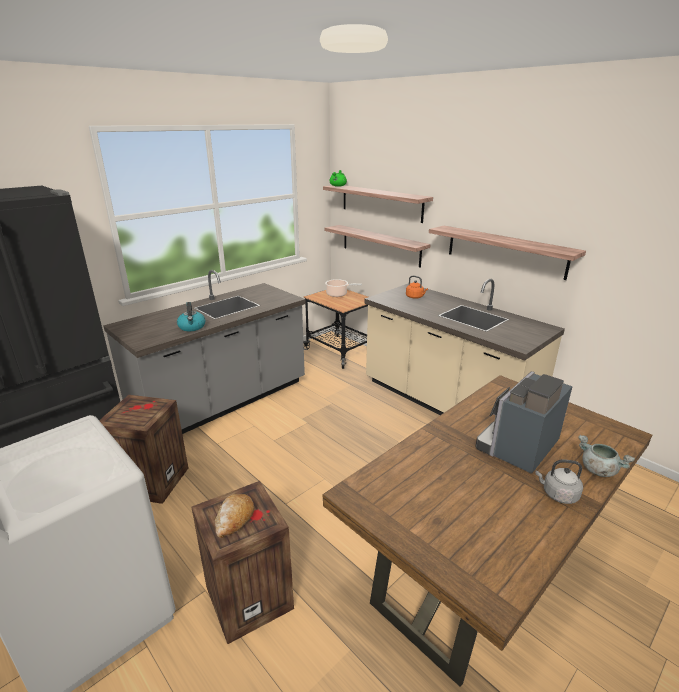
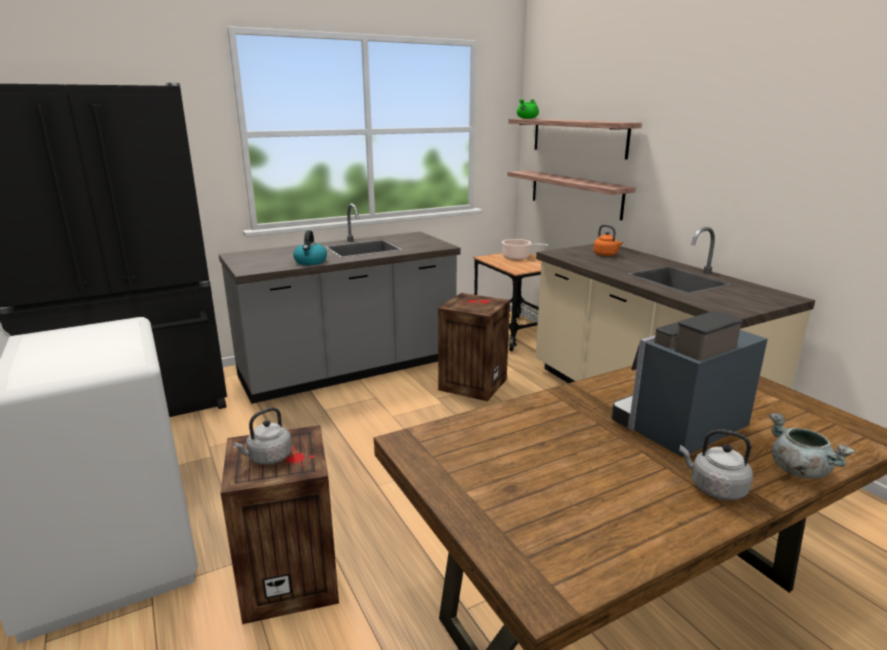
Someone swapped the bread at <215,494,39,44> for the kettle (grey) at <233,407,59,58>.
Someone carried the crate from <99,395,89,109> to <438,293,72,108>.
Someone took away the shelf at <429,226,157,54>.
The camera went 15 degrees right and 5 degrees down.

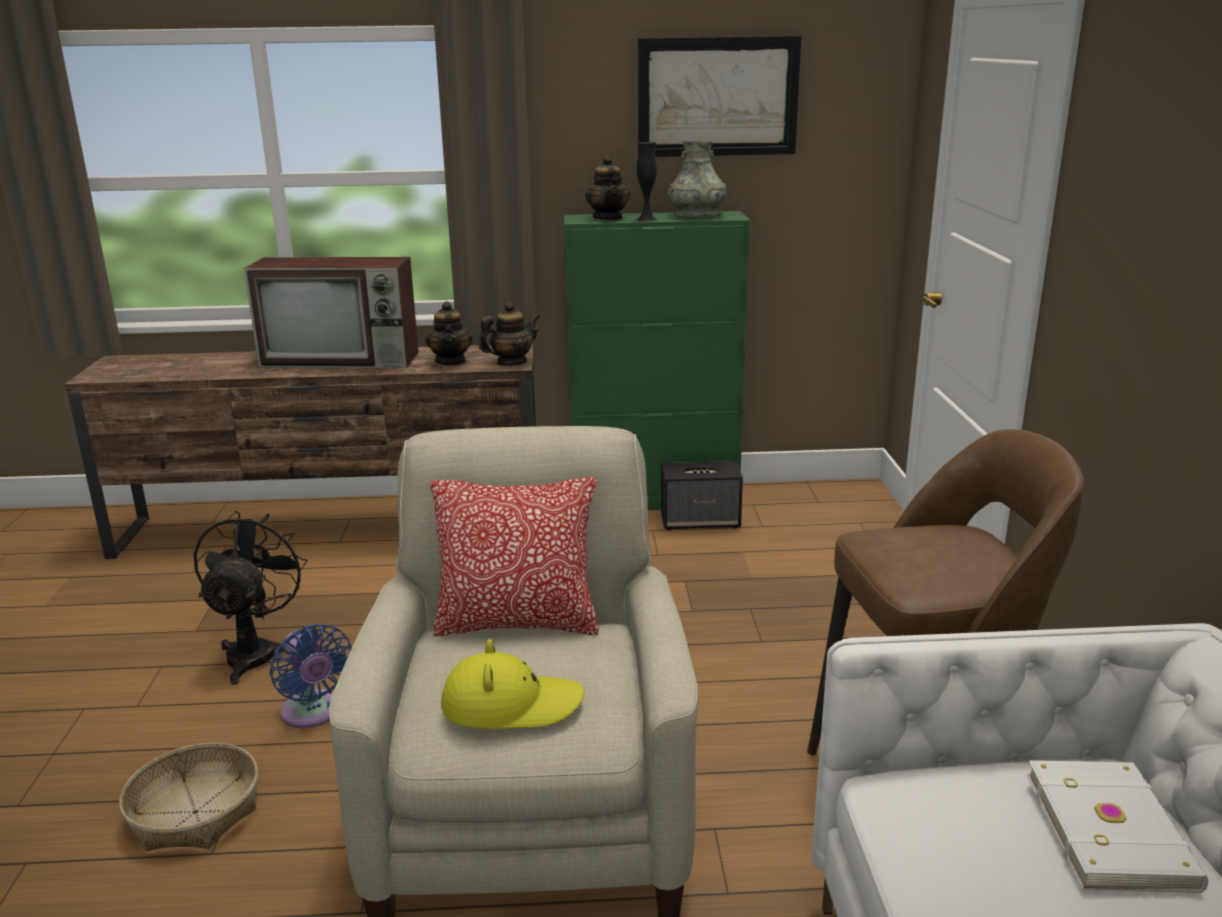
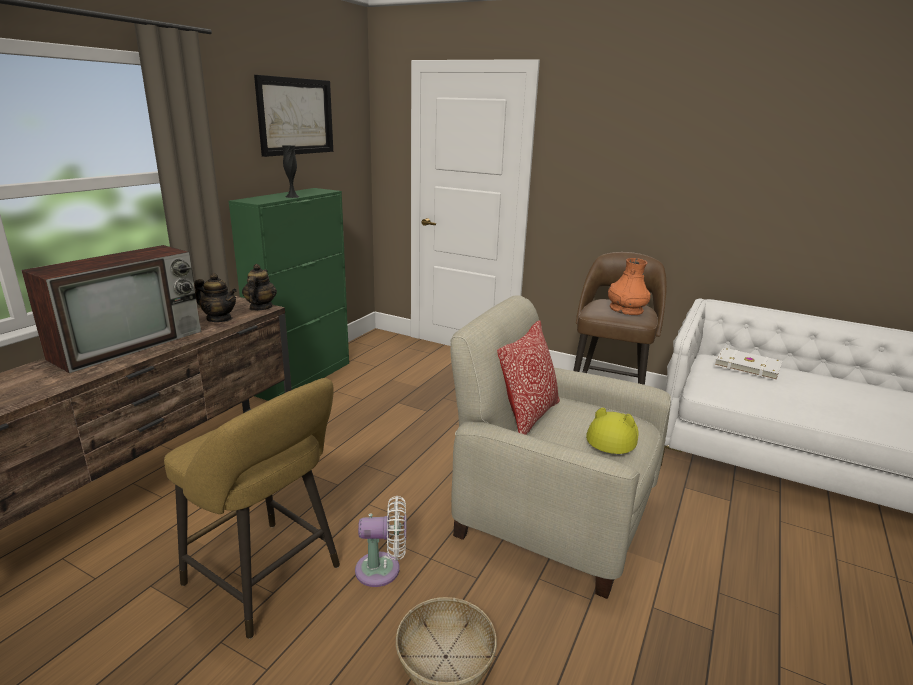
Someone swapped the fan (black) at <194,511,113,174> for the stool (yellow) at <164,378,176,261>.
Someone repainted the fan (blue) at <270,624,82,104>, which became the fan (white) at <355,496,51,91>.
Someone put down the vase (orange) at <608,258,42,57>.
Someone took away the teapot at <585,156,45,64>.
Someone took away the speaker at <661,461,82,69>.
Someone took away the vase (grey) at <668,141,59,76>.
The camera went 60 degrees left and 0 degrees up.

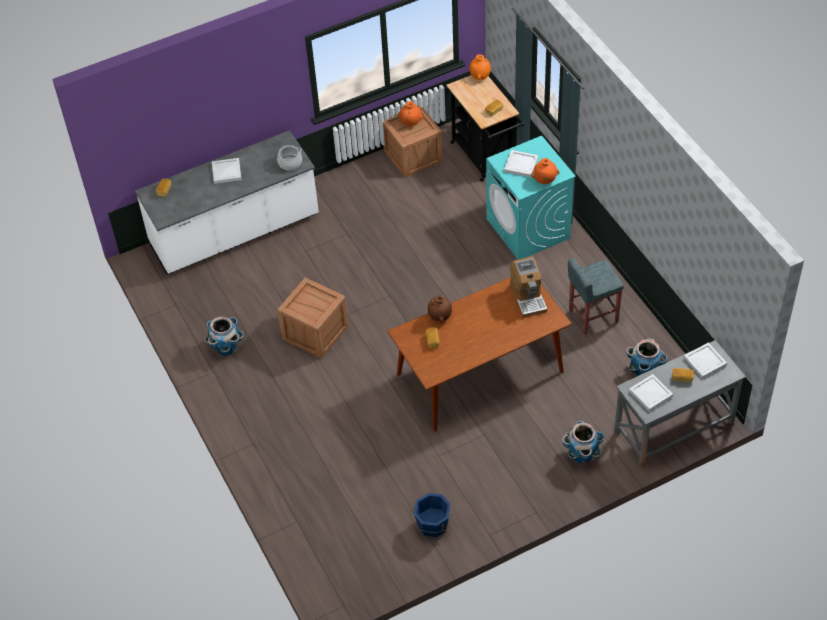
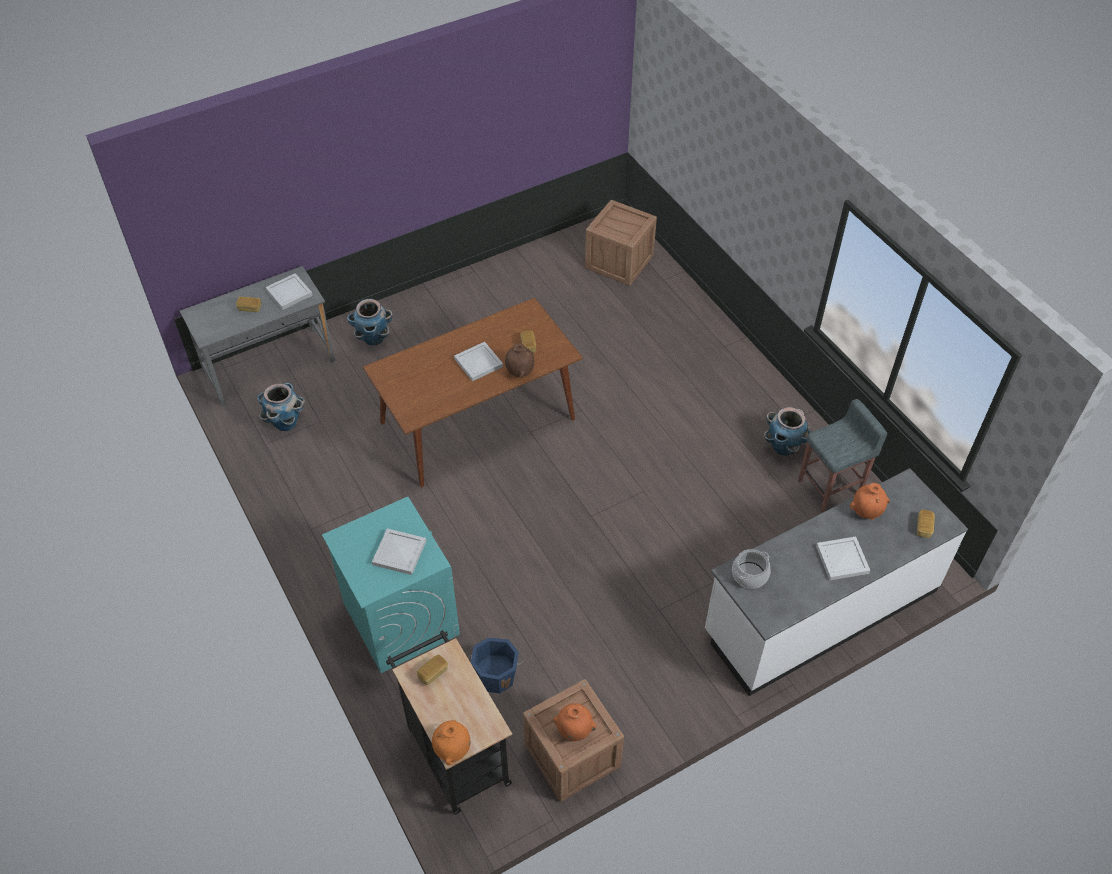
Someone carried the tray (white) from <683,343,44,36> to <454,342,49,39>.
Someone carried the bucket (blue) from <410,493,44,44> to <467,638,57,55>.
Someone carried the crate from <278,278,70,80> to <585,200,72,86>.
Someone carried the stool (grey) from <568,258,56,77> to <798,399,89,113>.
Someone carried the vase (orange) from <531,158,28,26> to <850,483,39,37>.
Someone took away the coffee machine at <510,257,37,61>.
The camera went 175 degrees right and 0 degrees up.

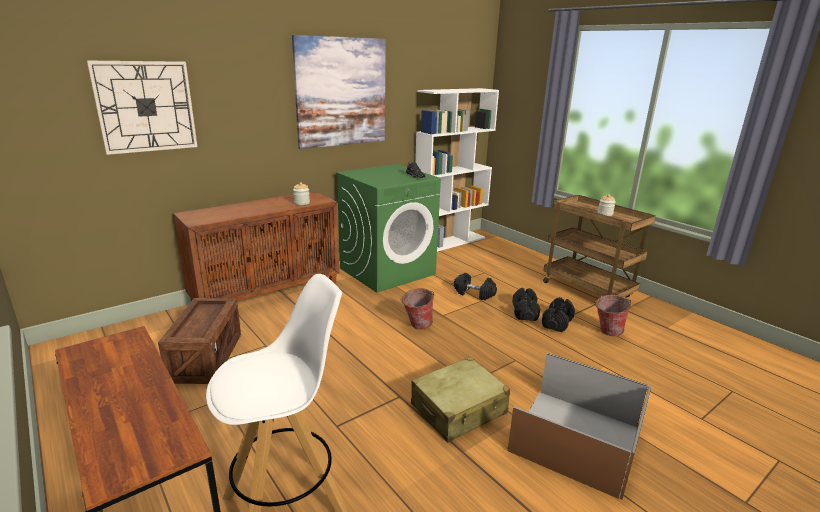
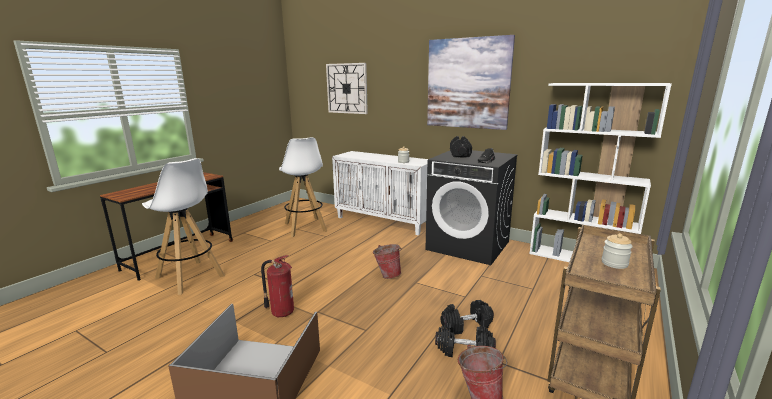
Someone swapped the suitcase (beige) at <411,357,99,86> for the fire extinguisher at <261,255,33,62>.
Someone swapped the crate at <158,298,83,86> for the stool (white) at <279,137,48,100>.
Someone repainted the cabinet (brown) at <173,191,166,110>, which became the cabinet (white) at <332,151,96,85>.
Someone repainted the washing machine (green) at <336,164,105,129>, which became the washing machine (black) at <426,150,92,115>.
Someone carried the dumbbell (black) from <454,272,43,28> to <450,136,22,21>.
The camera went 70 degrees right and 5 degrees down.

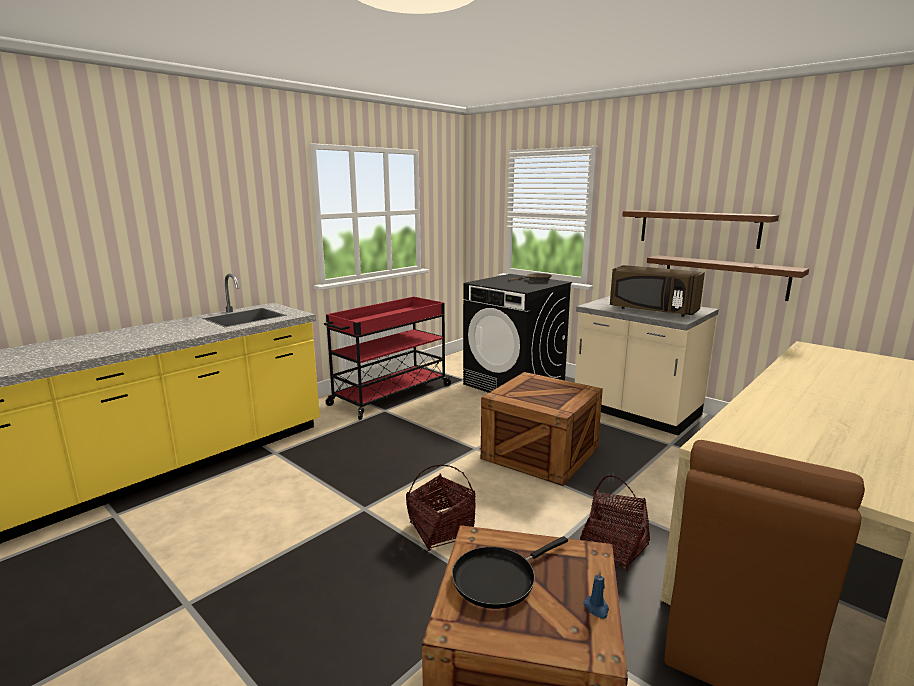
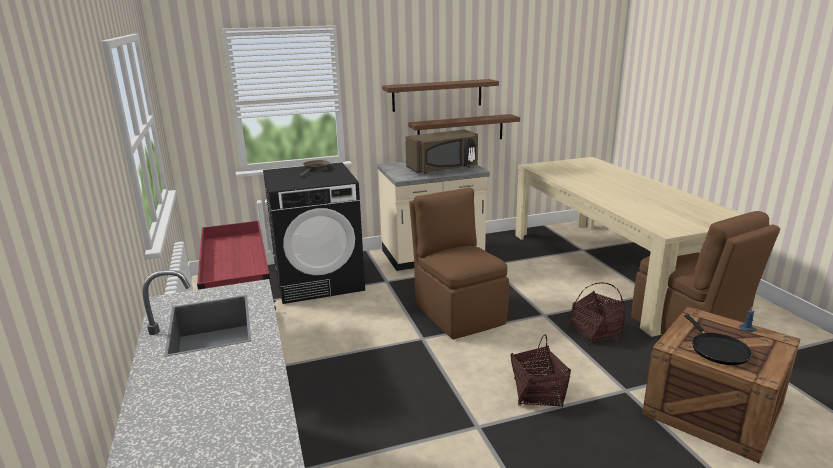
Someone swapped the crate at <481,372,122,114> for the chair (brown) at <409,188,100,151>.
The camera went 60 degrees left and 5 degrees up.

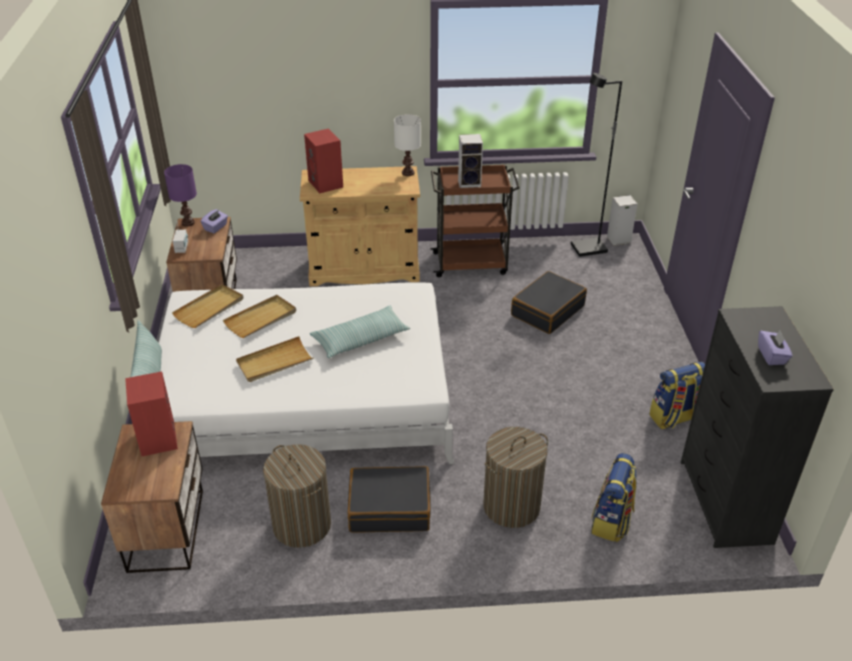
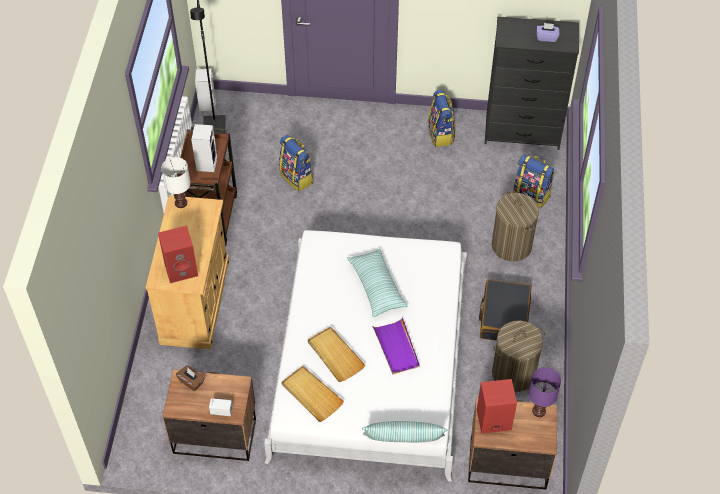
Someone repainted the tissue box (purple) at <201,209,27,24>, which became the tissue box (brown) at <176,365,29,26>.
Someone swapped the suitcase (black) at <511,271,76,63> for the backpack at <279,135,35,56>.
Someone repainted the tray (beige) at <236,336,78,46>, which became the tray (purple) at <372,318,48,56>.
Someone carried the table lamp (purple) from <164,164,33,62> to <529,367,32,50>.
The camera went 80 degrees left and 15 degrees up.

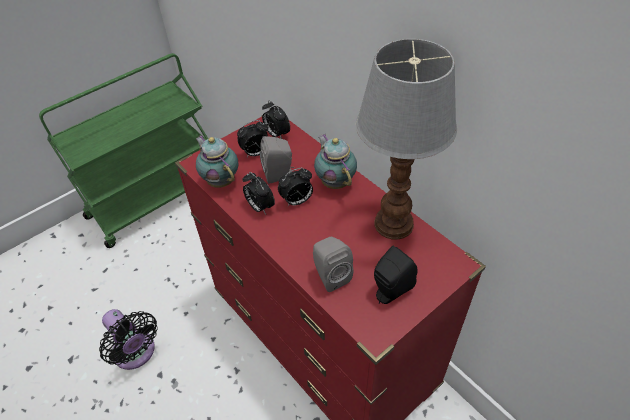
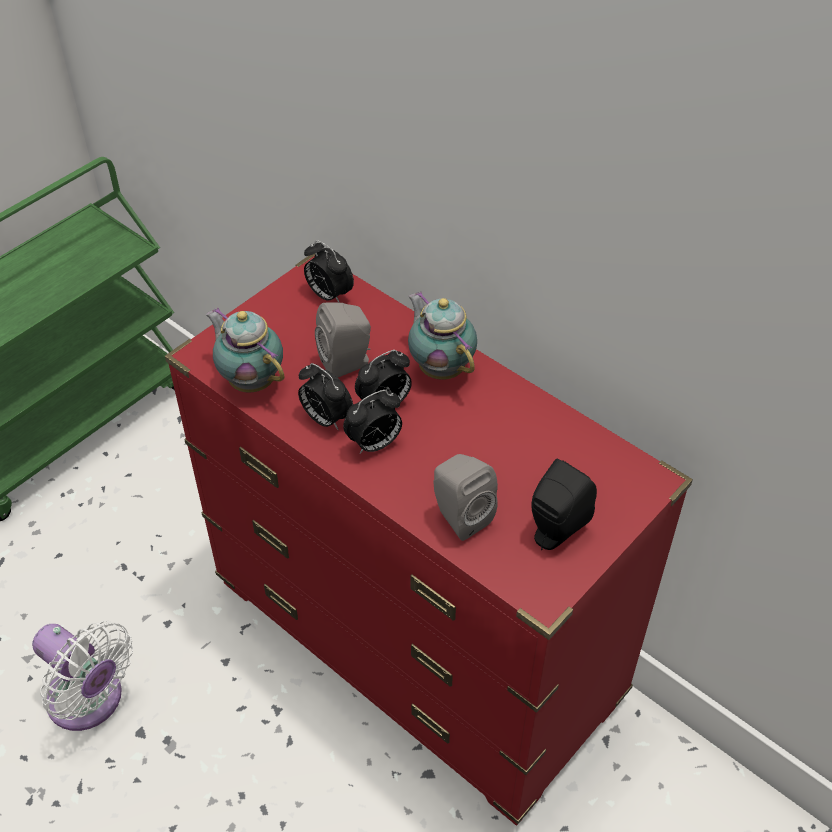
Someone repainted the fan (black) at <99,309,59,61>, which became the fan (white) at <32,621,101,110>.
Someone carried the alarm clock from <237,120,31,37> to <343,390,59,64>.
Someone took away the table lamp at <356,39,101,201>.
The camera went 10 degrees left and 0 degrees up.

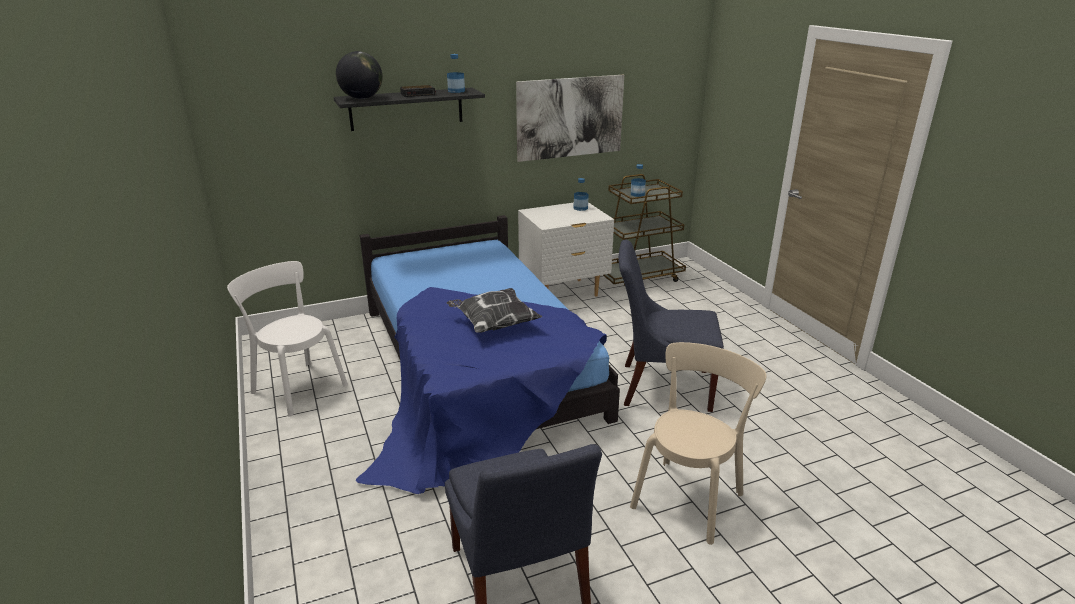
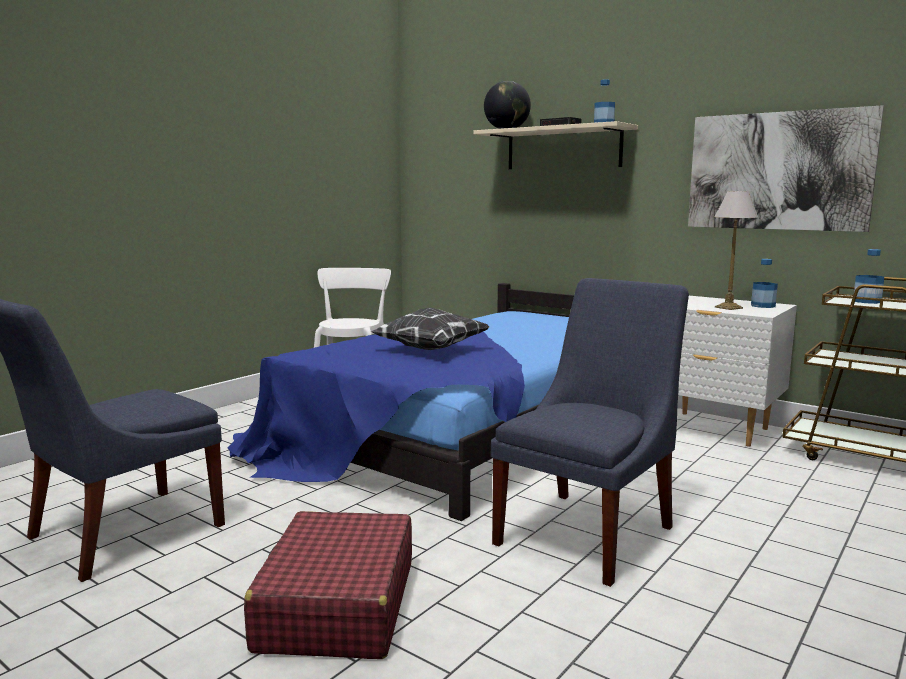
Someone swapped the chair (beige) at <630,342,137,203> for the suitcase (red) at <244,511,168,148>.
Someone repainted the shelf (black) at <333,88,152,43>, which became the shelf (beige) at <474,121,164,48>.
Someone rotated the chair (blue) at <619,240,105,172> by 60 degrees clockwise.
Someone put down the table lamp at <715,191,43,119>.
The camera went 60 degrees right and 15 degrees down.

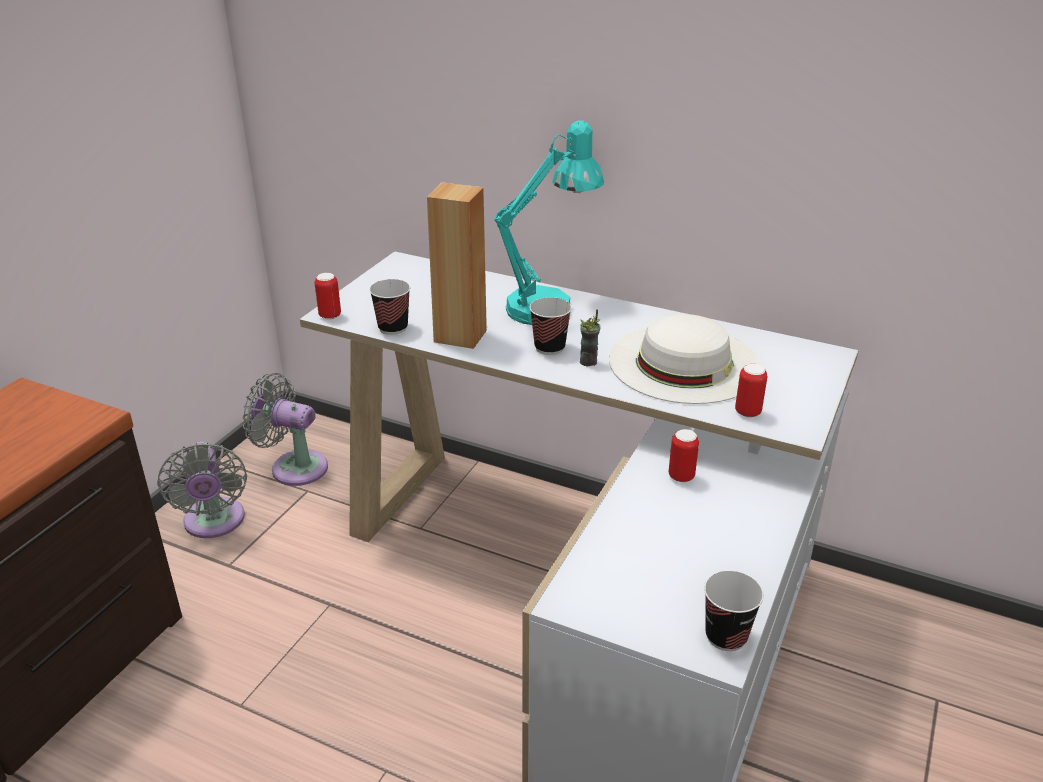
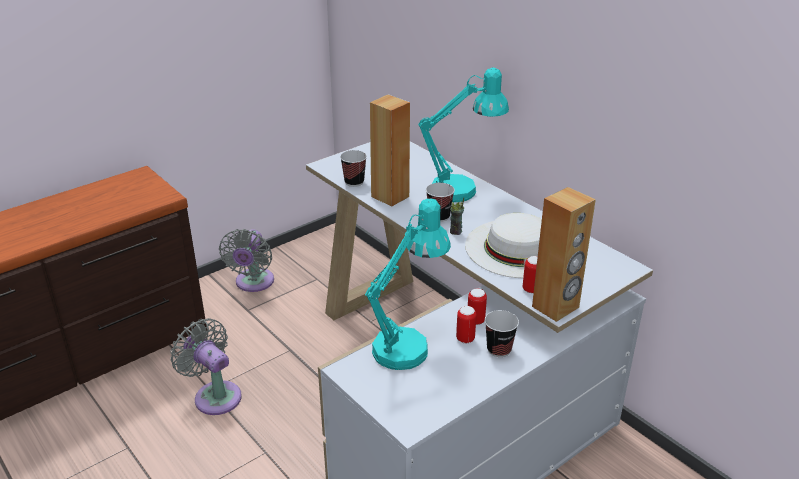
Someone carried the fan (grey) from <242,373,86,113> to <170,318,72,97>.
Someone put down the table lamp (turquoise) at <365,199,86,171>.
Someone carried the can from <314,273,27,46> to <456,306,20,37>.
Someone carried the cup from <704,570,60,81> to <485,310,34,47>.
Someone put down the speaker (brown) at <532,187,64,135>.
The camera went 25 degrees right and 0 degrees up.

